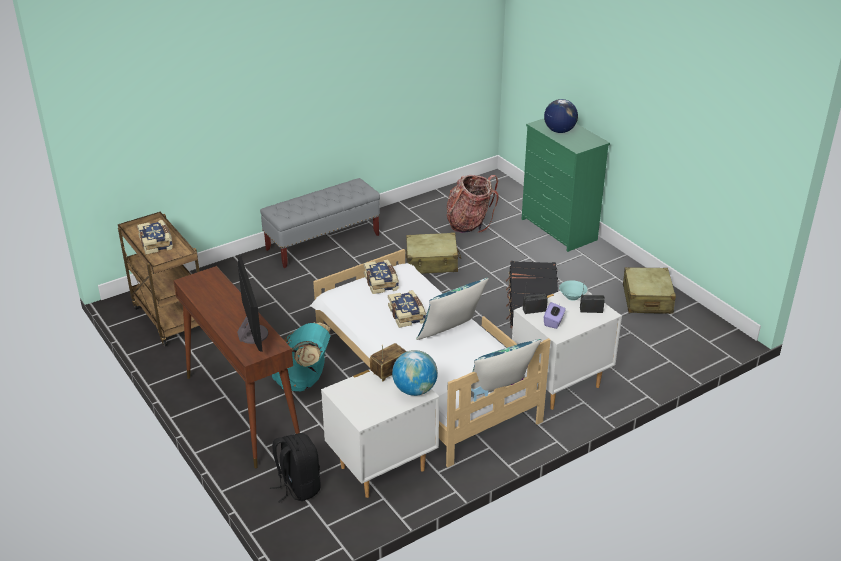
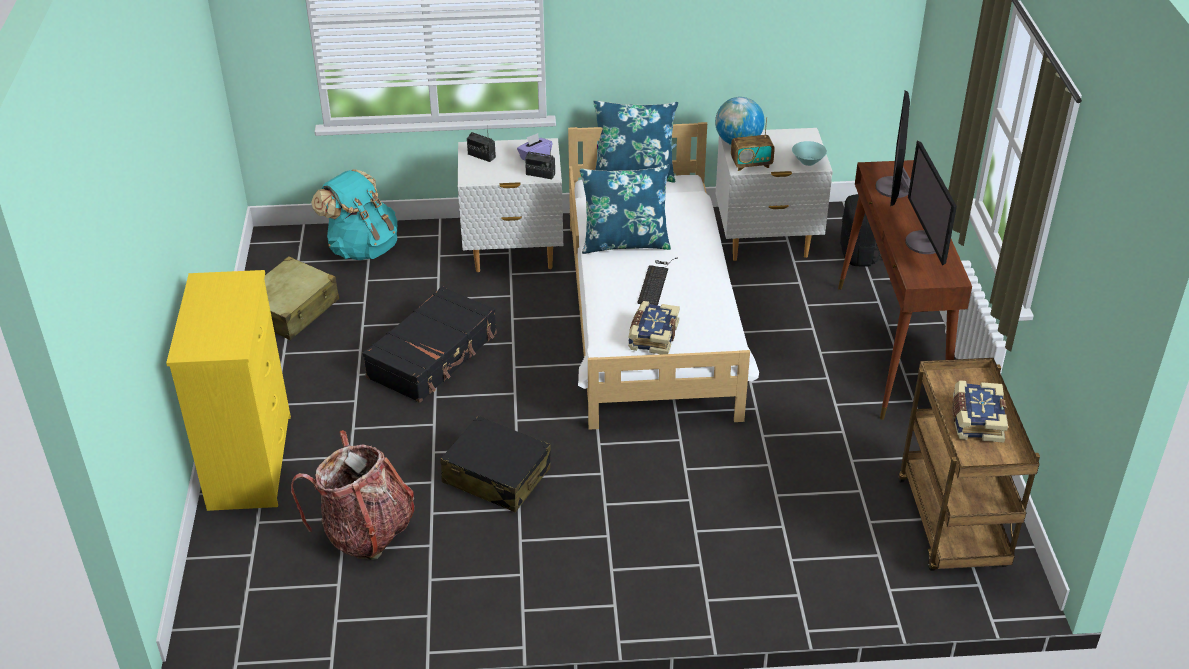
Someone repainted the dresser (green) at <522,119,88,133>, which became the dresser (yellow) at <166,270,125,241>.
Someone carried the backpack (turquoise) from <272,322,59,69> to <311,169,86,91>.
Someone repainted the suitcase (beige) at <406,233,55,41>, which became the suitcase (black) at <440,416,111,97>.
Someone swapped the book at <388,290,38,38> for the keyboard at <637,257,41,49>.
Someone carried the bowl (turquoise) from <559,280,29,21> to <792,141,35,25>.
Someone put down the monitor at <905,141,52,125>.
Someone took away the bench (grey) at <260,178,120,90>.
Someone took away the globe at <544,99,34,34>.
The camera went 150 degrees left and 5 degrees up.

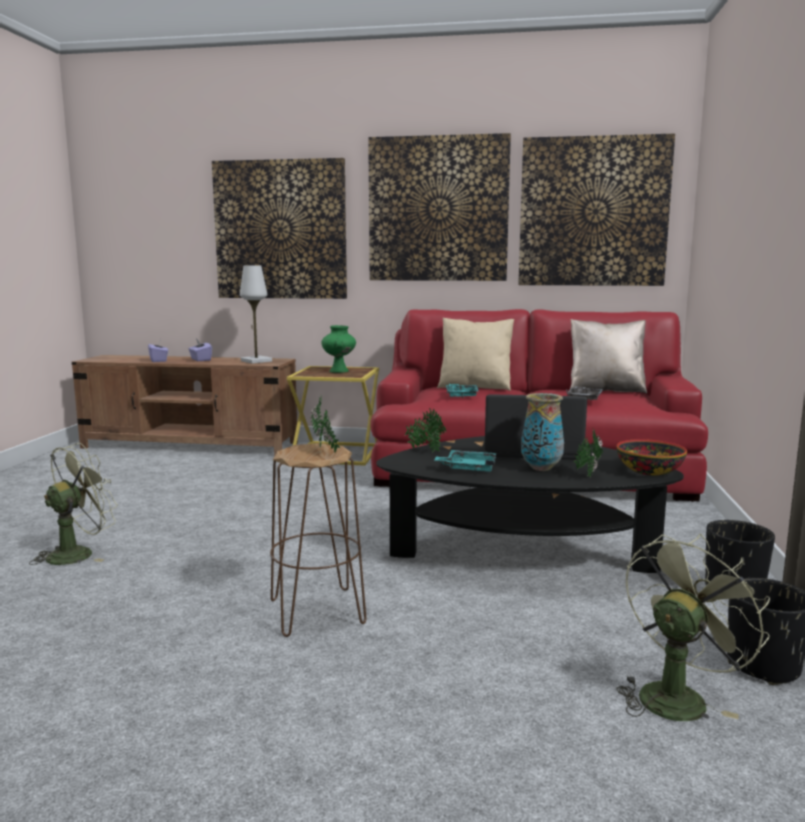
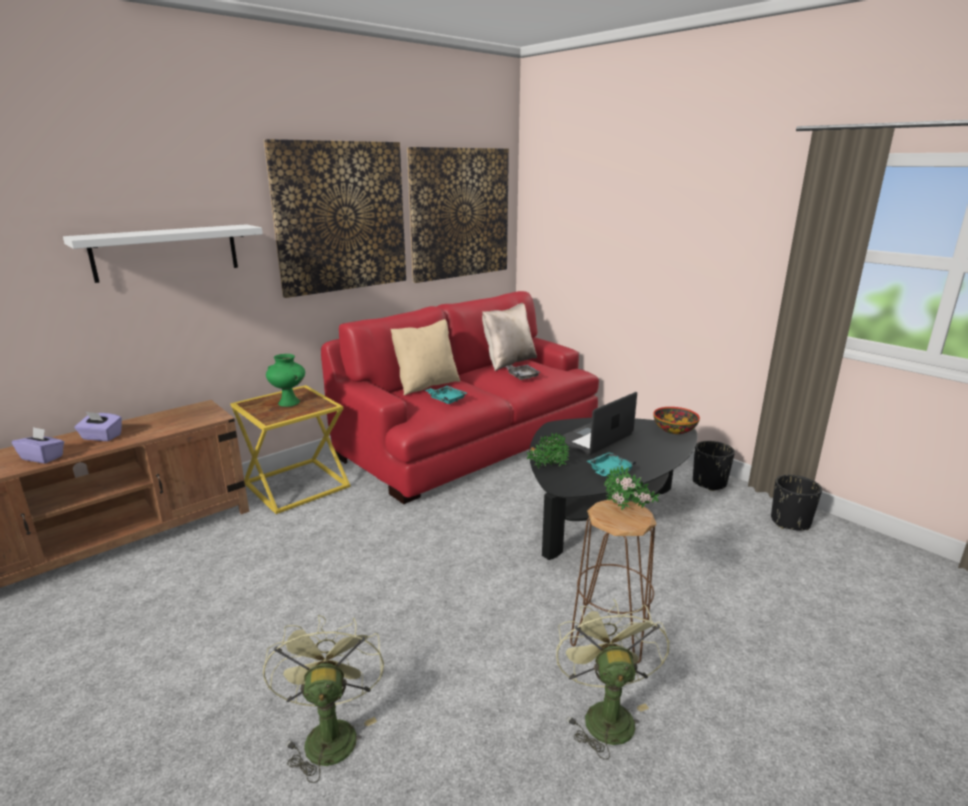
Someone swapped the picture at <212,158,135,141> for the shelf (white) at <63,224,200,59>.
Someone carried the fan (green) from <617,534,153,187> to <556,599,114,160>.
Someone took away the table lamp (white) at <240,266,32,98>.
Someone took away the vase at <521,393,43,78>.
Someone took away the potted plant at <573,427,30,50>.
The camera went 50 degrees left and 10 degrees up.

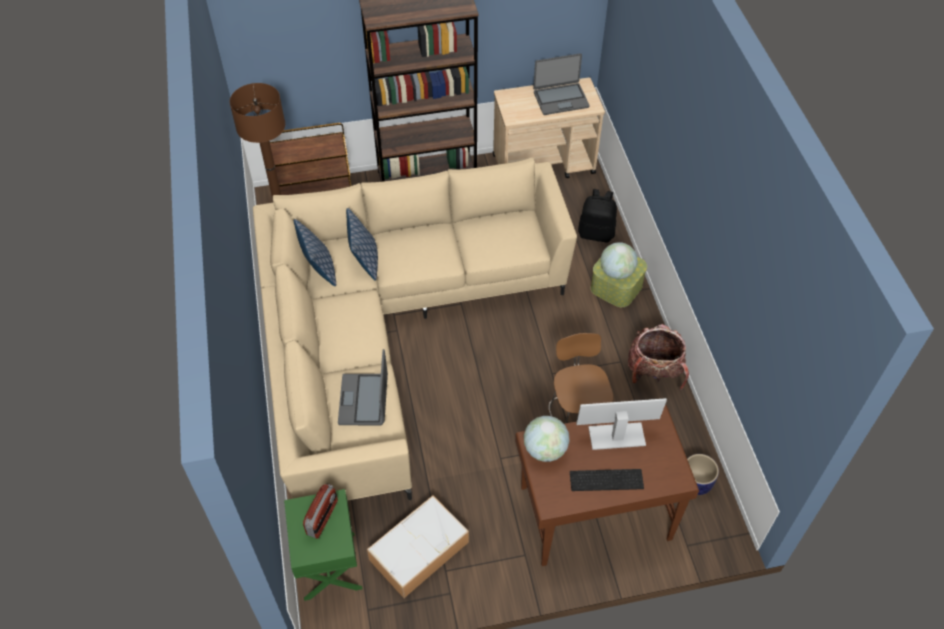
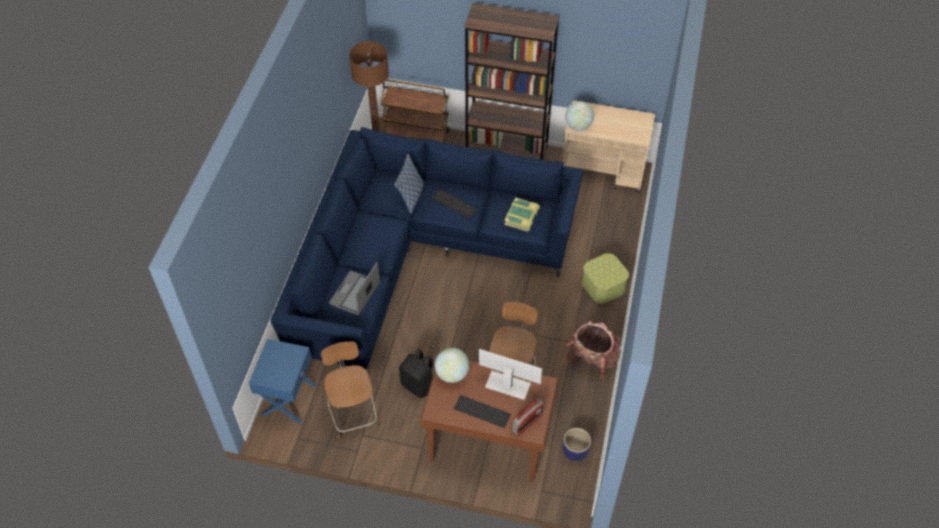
Someone repainted the side table (green) at <284,489,78,112>, which became the side table (blue) at <249,339,67,85>.
Someone repainted the sofa (beige) at <253,158,324,342>, which became the sofa (blue) at <270,127,313,243>.
Someone swapped the storage box at <367,495,102,103> for the chair (brown) at <321,342,57,97>.
Someone carried the backpack (black) from <578,189,39,54> to <399,348,34,50>.
Someone put down the keyboard at <432,189,45,30>.
Someone put down the book at <504,197,36,35>.
Someone carried the radio from <303,483,35,56> to <511,399,32,37>.
Someone carried the globe from <600,242,38,37> to <565,101,29,30>.
Someone took away the pillow at <294,219,42,67>.
Someone took away the laptop at <533,53,57,62>.
The camera went 25 degrees right and 0 degrees up.

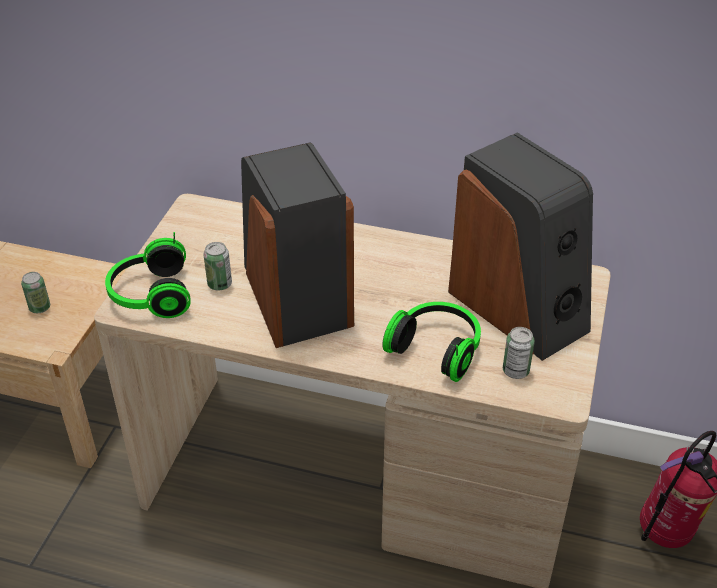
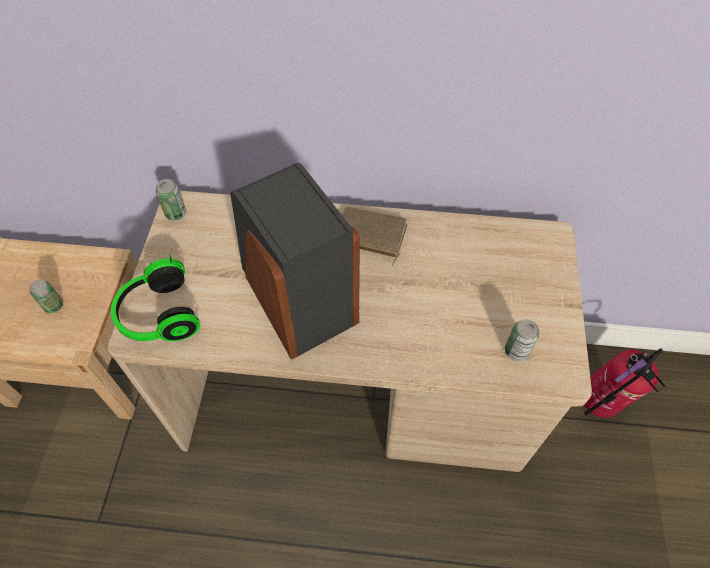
Someone carried the can from <203,242,29,49> to <156,179,30,41>.
Someone put down the book (brown) at <342,207,66,59>.
Someone took away the headphones at <382,302,99,80>.
Someone took away the speaker at <448,133,145,228>.
The camera went 10 degrees left and 15 degrees up.

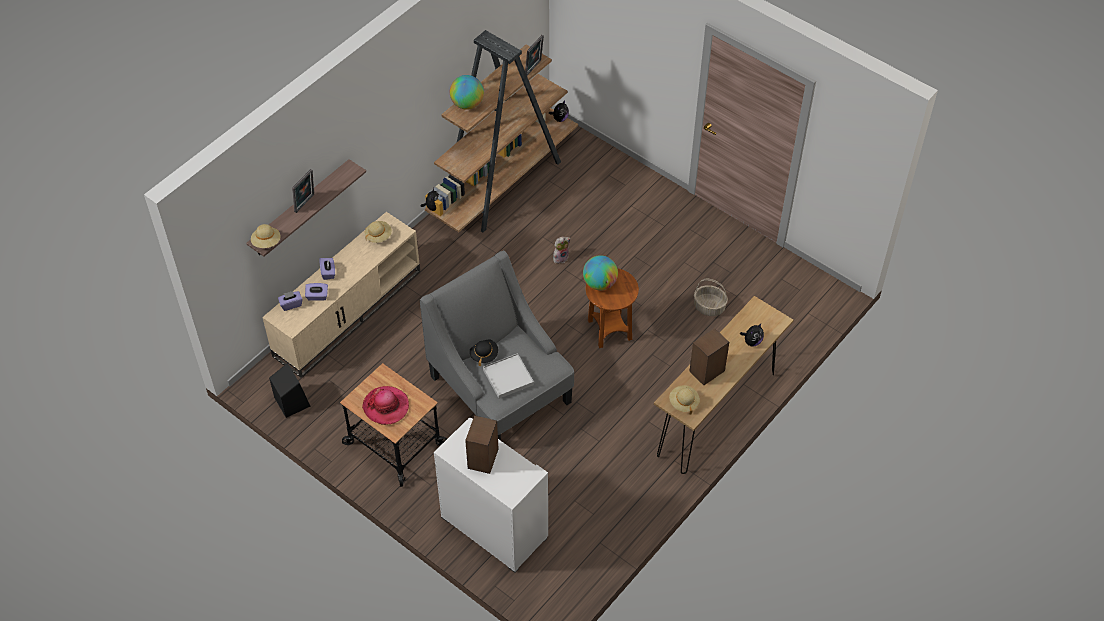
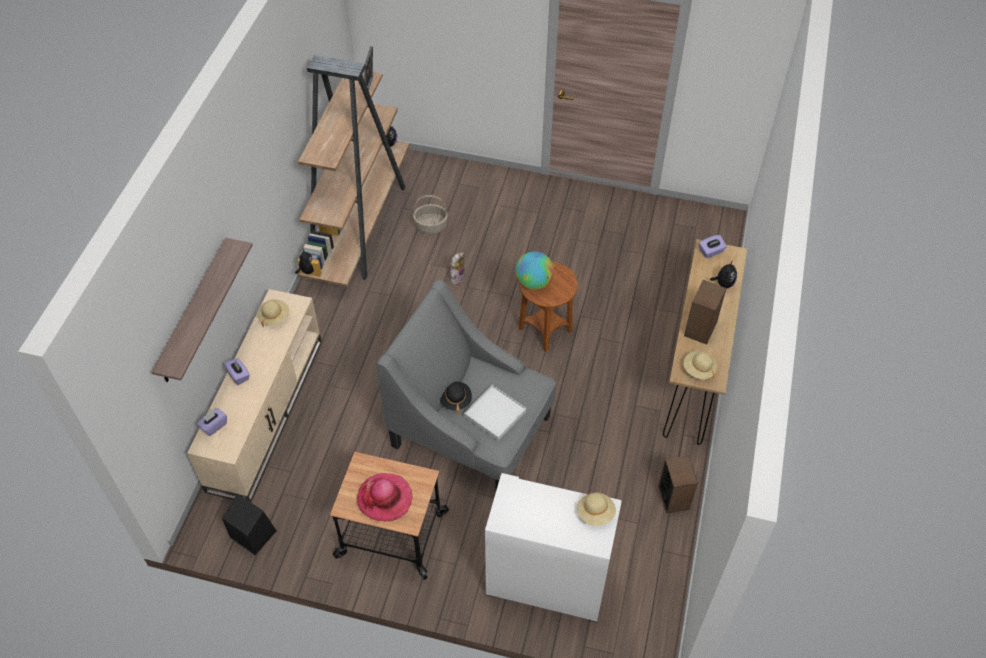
Someone carried the basket from <694,279,34,37> to <413,195,35,39>.
Someone carried the hat (beige) from <251,224,29,24> to <577,493,39,33>.
Someone carried the speaker from <465,415,34,59> to <658,456,40,57>.
Someone carried the tissue box (purple) from <305,283,23,18> to <699,235,28,23>.
Someone took away the picture frame at <292,169,22,44>.
Someone took away the globe at <450,75,34,35>.
The camera went 25 degrees left and 0 degrees up.

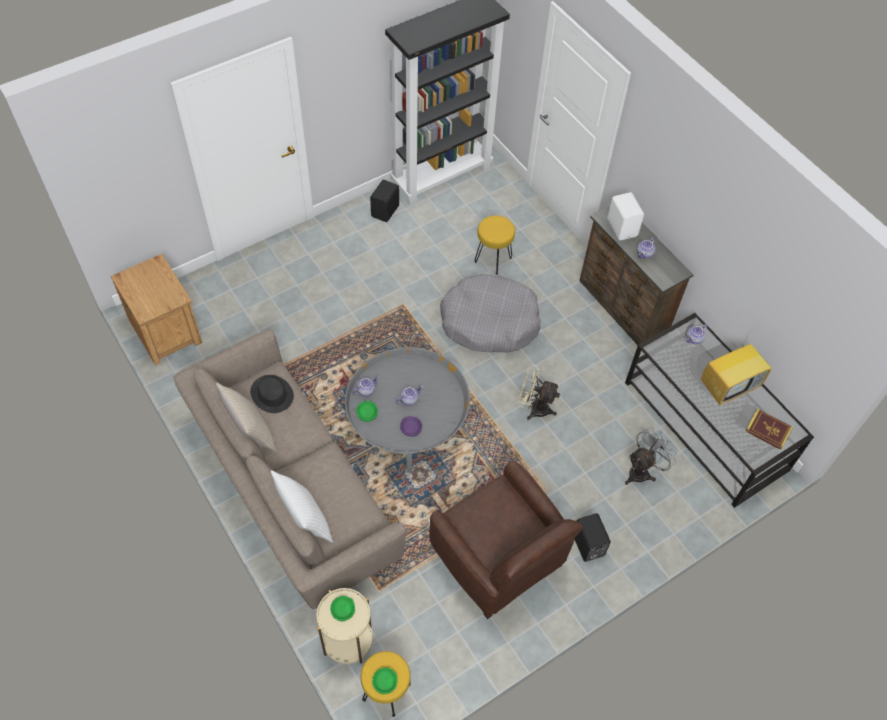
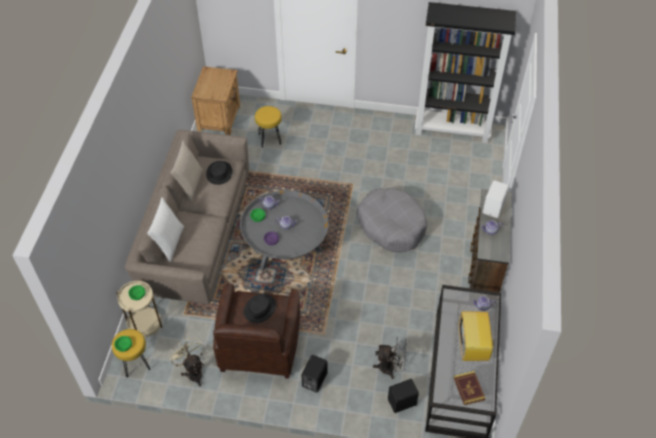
Someone carried the fan (beige) from <518,364,42,56> to <169,338,36,48>.
Someone put down the hat (black) at <244,294,32,29>.
Someone carried the stool (yellow) from <475,215,40,60> to <255,106,27,42>.
Someone carried the speaker (black) from <370,180,29,42> to <388,379,31,34>.
Someone rotated the television at <701,332,70,73> by 75 degrees clockwise.
The camera went 45 degrees right and 5 degrees down.

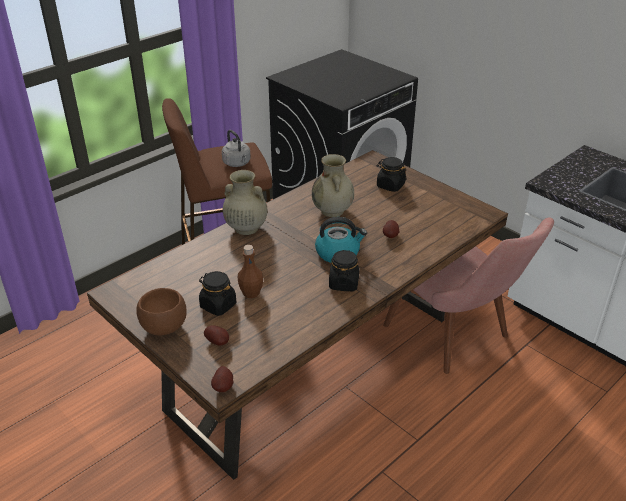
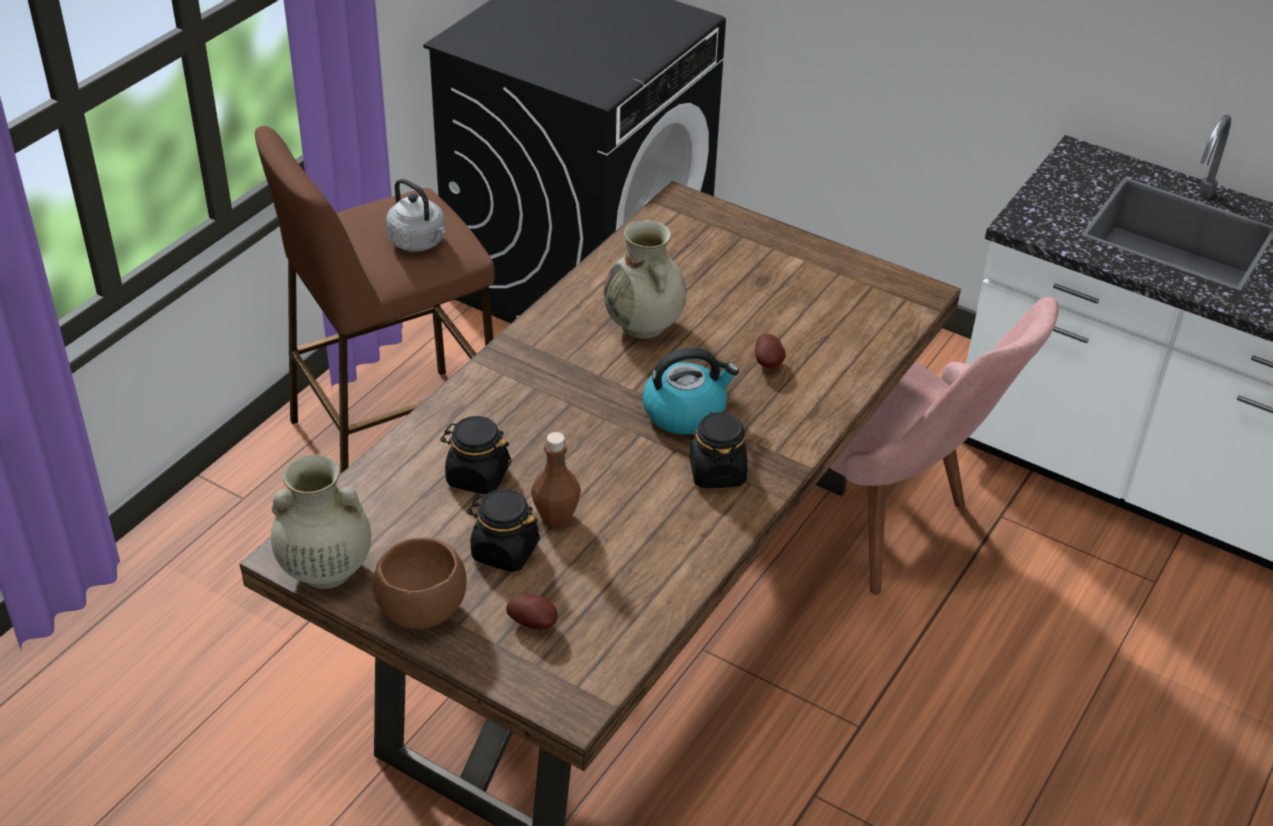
Someone carried the vase (beige) from <223,170,44,65> to <271,454,100,135>.
Someone carried the jar (black) from <377,157,30,35> to <440,416,72,78>.
Someone took away the potato at <211,366,23,26>.
The camera went 15 degrees left and 5 degrees up.

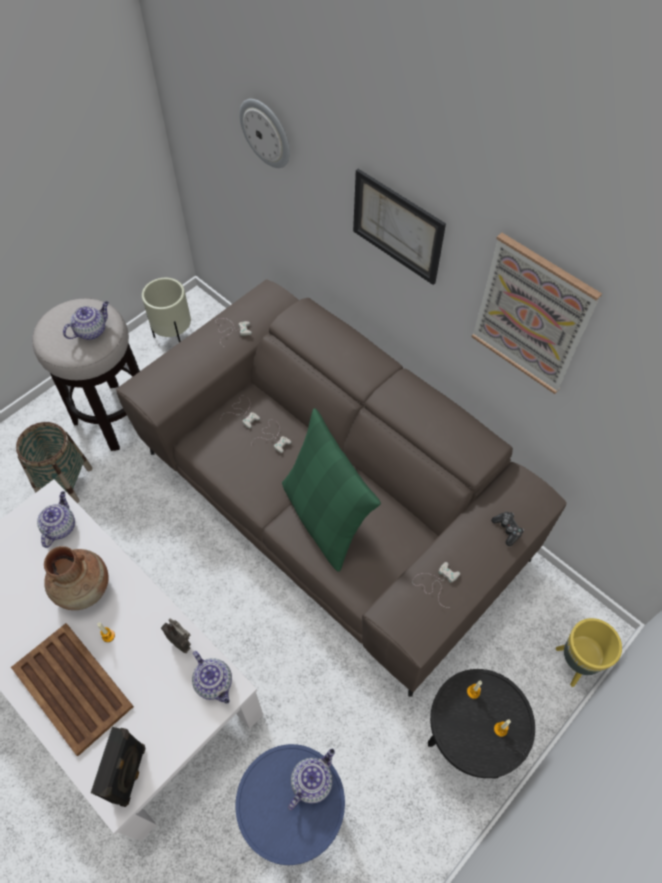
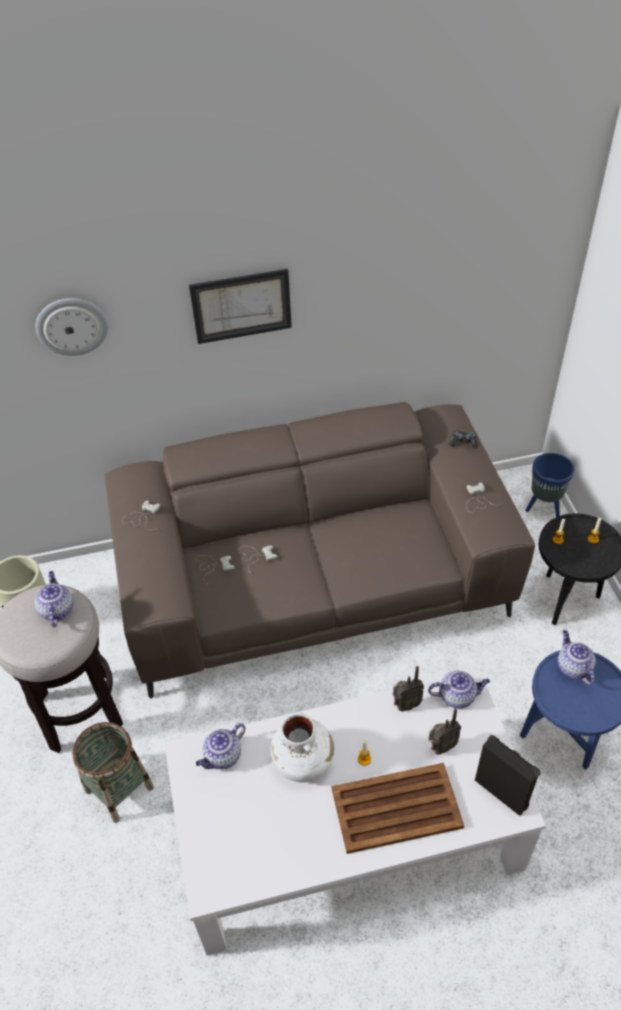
Someone rotated the teapot at <37,491,38,57> by 90 degrees counterclockwise.
Someone repainted the vase (brown) at <44,546,65,64>, which became the vase (white) at <271,712,63,71>.
Someone put down the radio at <429,709,32,46>.
Someone repainted the planter (yellow) at <556,618,66,69>, which became the planter (blue) at <525,453,49,64>.
Someone took away the pillow (green) at <282,408,99,164>.
Someone took away the picture at <471,233,131,161>.
The camera went 55 degrees left and 10 degrees down.

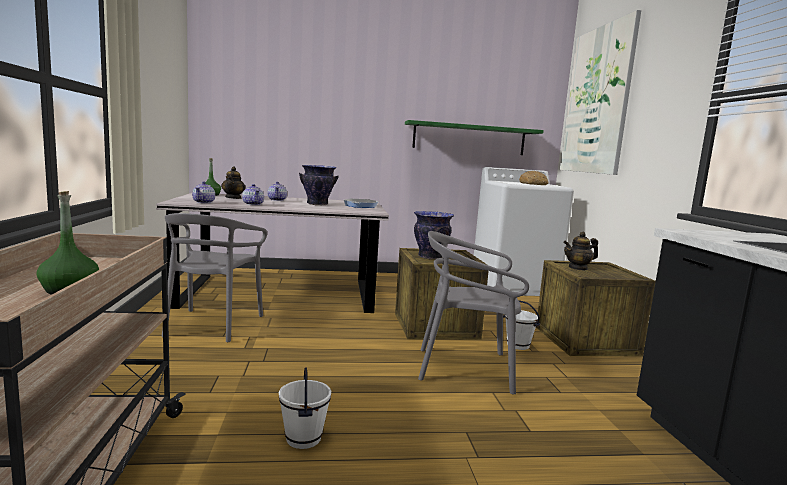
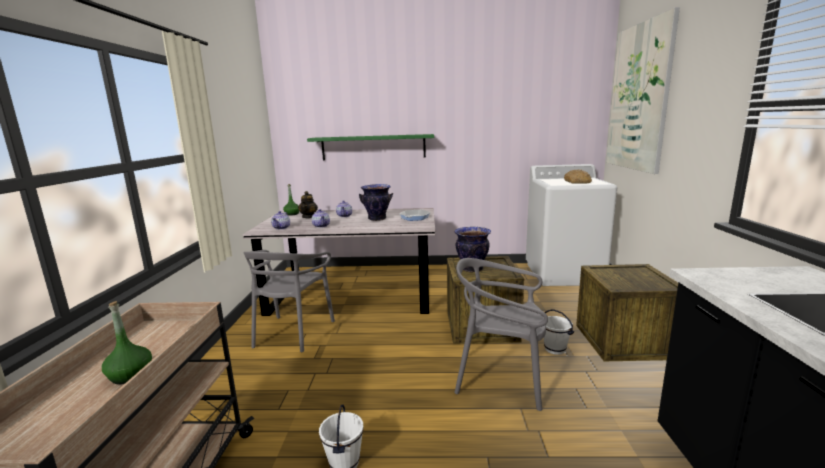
Someone carried the shelf (green) from <405,120,139,35> to <307,134,127,26>.
Someone took away the teapot at <563,232,35,38>.
The camera went 10 degrees right and 5 degrees up.

